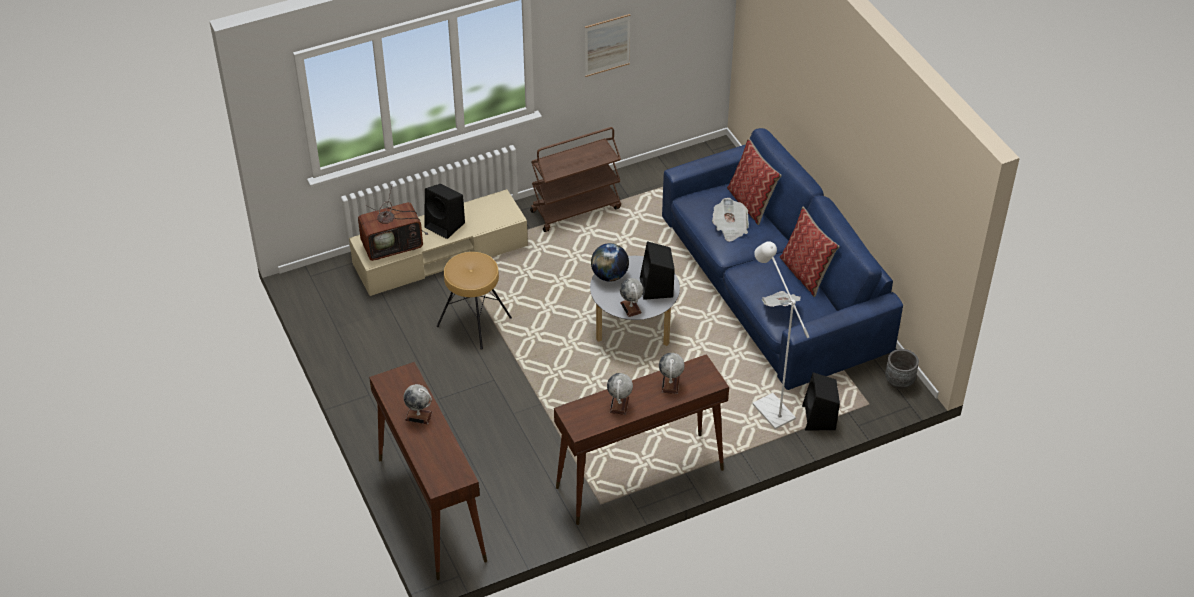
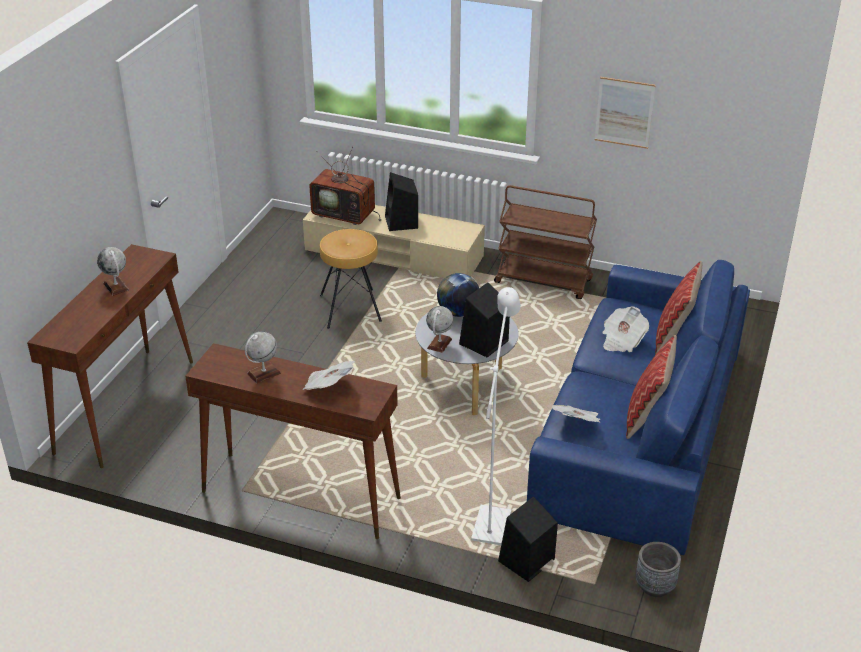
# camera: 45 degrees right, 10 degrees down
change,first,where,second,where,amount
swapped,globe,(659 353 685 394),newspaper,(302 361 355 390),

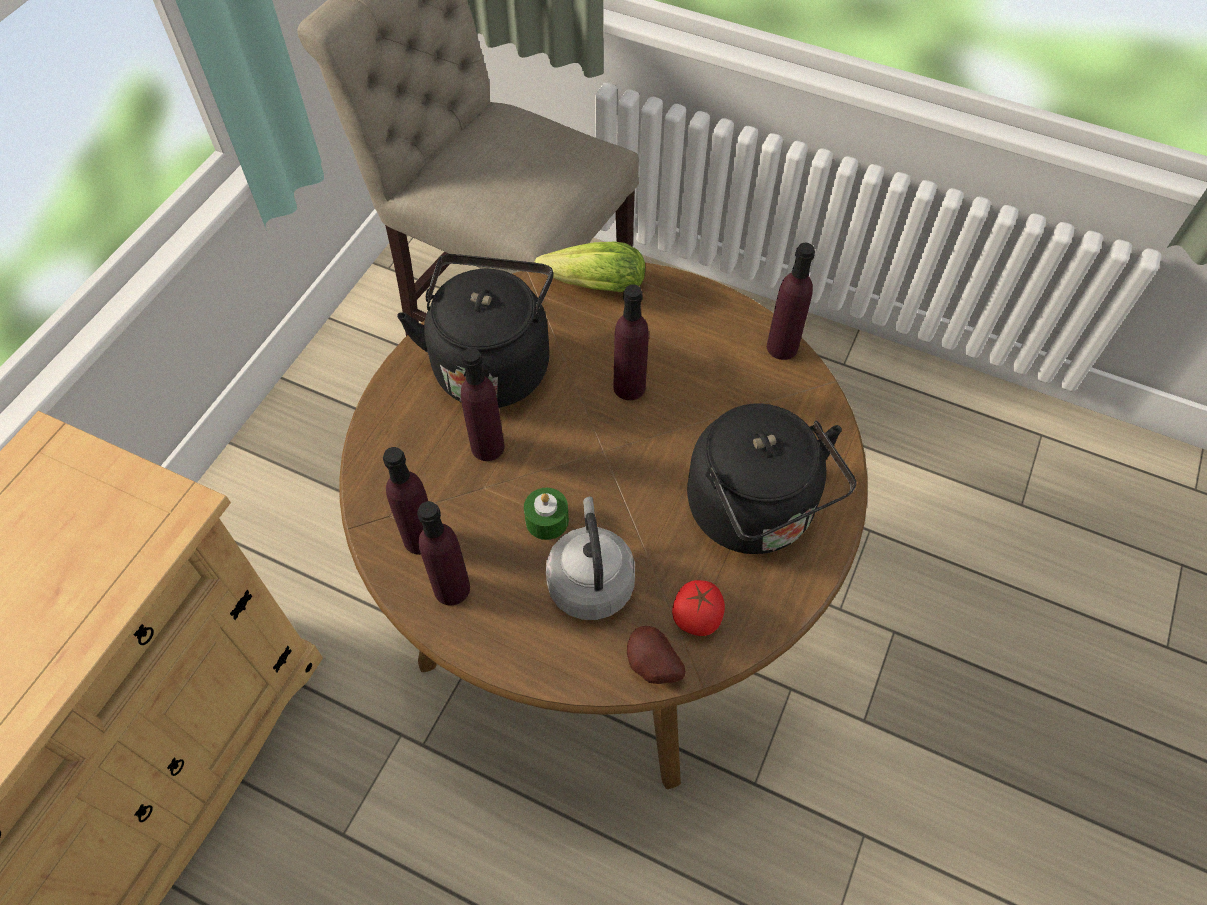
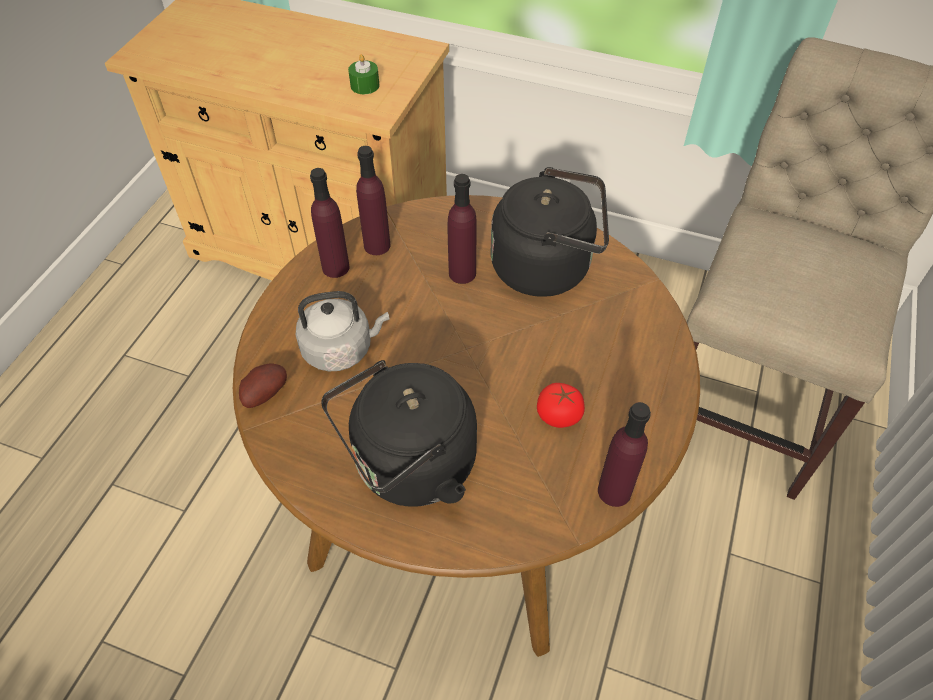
# camera: 85 degrees right, 5 degrees down
change,first,where,second,where,amount
gone,lettuce head,(534 242 645 292),,,
gone,beverage bottle (purple),(613 285 649 400),,,
shifted,wax candle (green),(524 488 569 540),,(348 54 379 94),
shifted,tomato,(672 580 725 636),,(537 383 585 428),

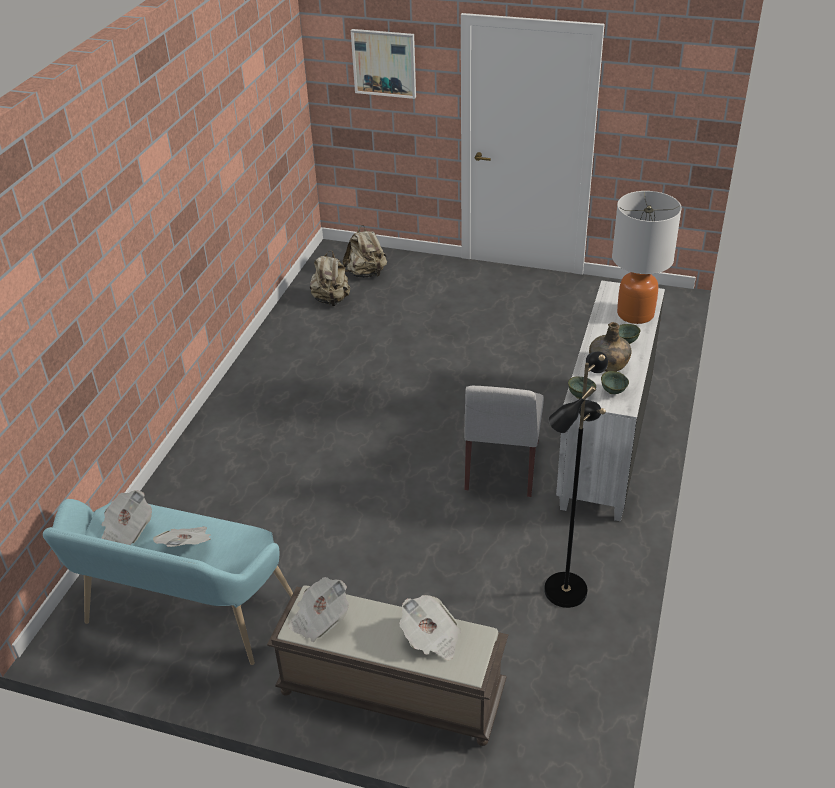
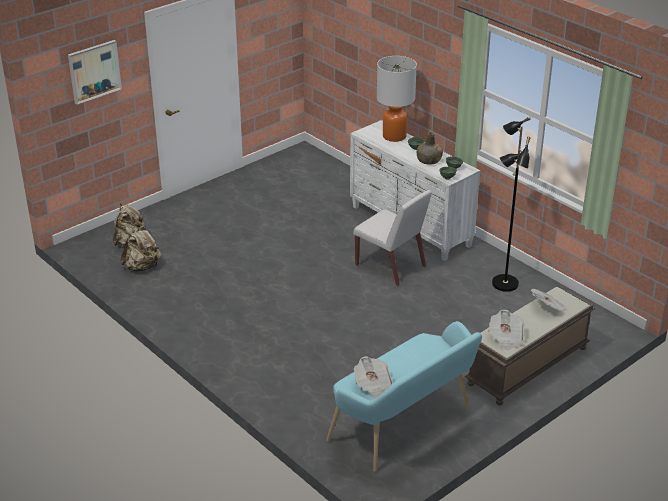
# camera: 60 degrees left, 5 degrees down
change,first,where,second,where,amount
gone,newspaper,(153 526 211 547),,,

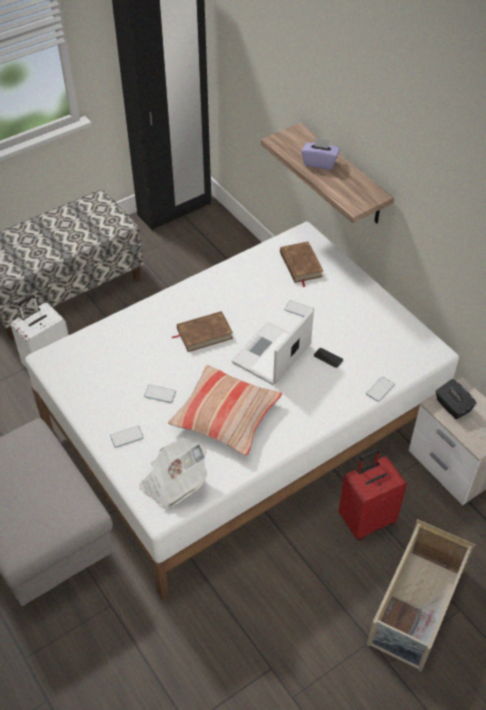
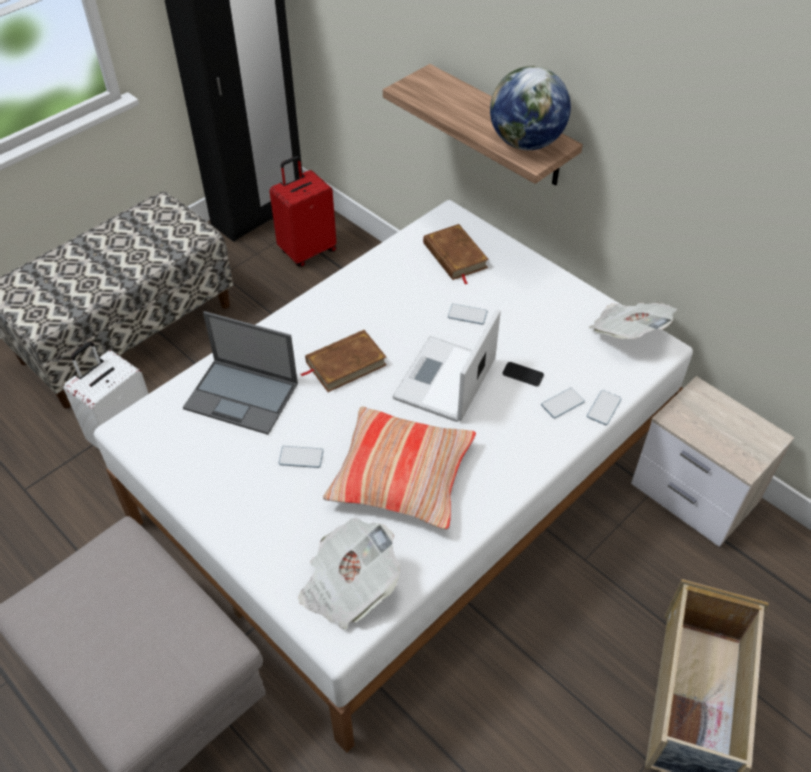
# camera: 10 degrees left, 0 degrees up
change,first,where,second,where,amount
gone,tissue holder (purple),(301 137 340 170),,,
gone,tissue holder (black),(435 379 476 419),,,
shifted,telephone,(110 426 144 448),,(541 388 585 418),
shifted,travel case (red),(338 449 407 540),,(270 156 336 267),
new,,,globe,(490 66 571 150),
new,,,newspaper,(589 303 677 339),
new,,,notebook computer,(183 311 298 435),

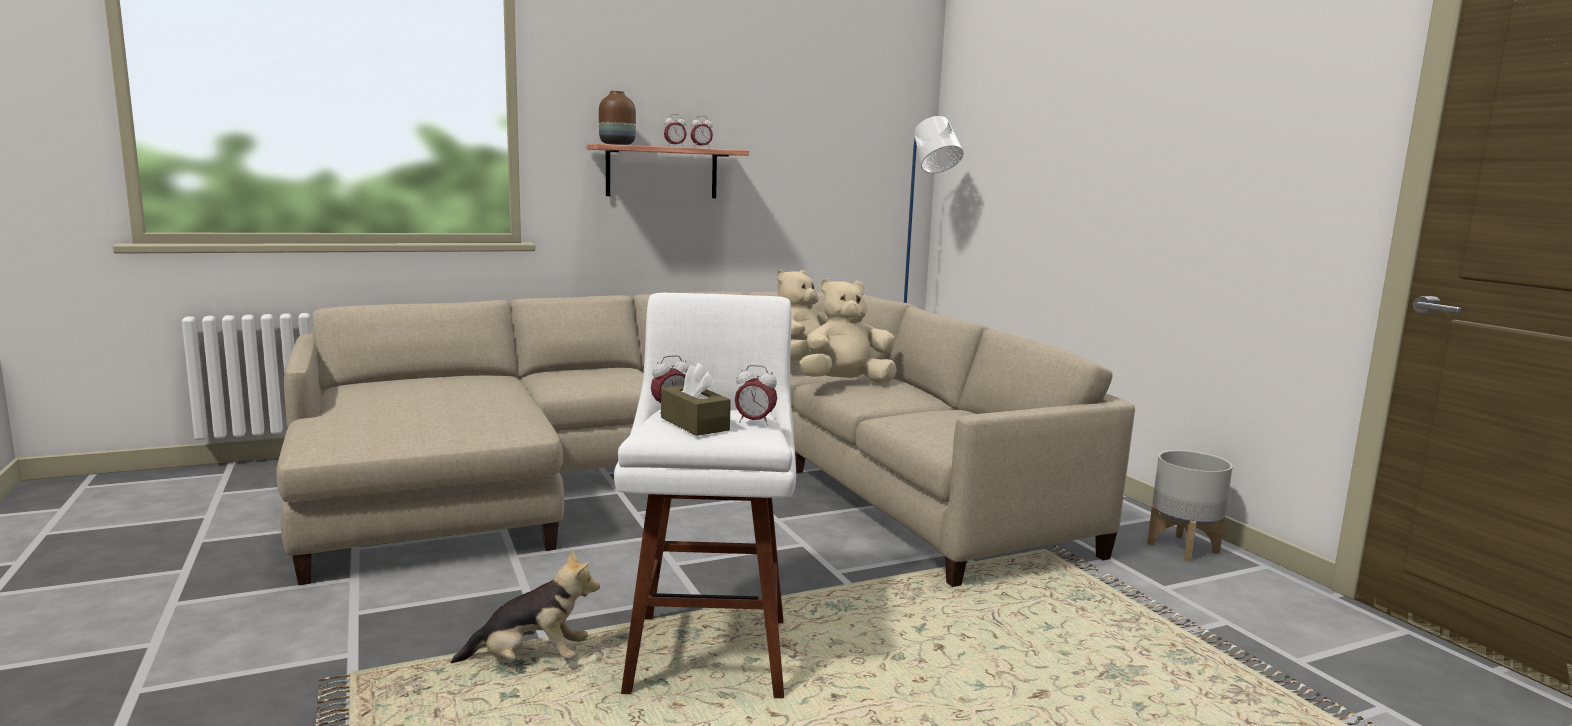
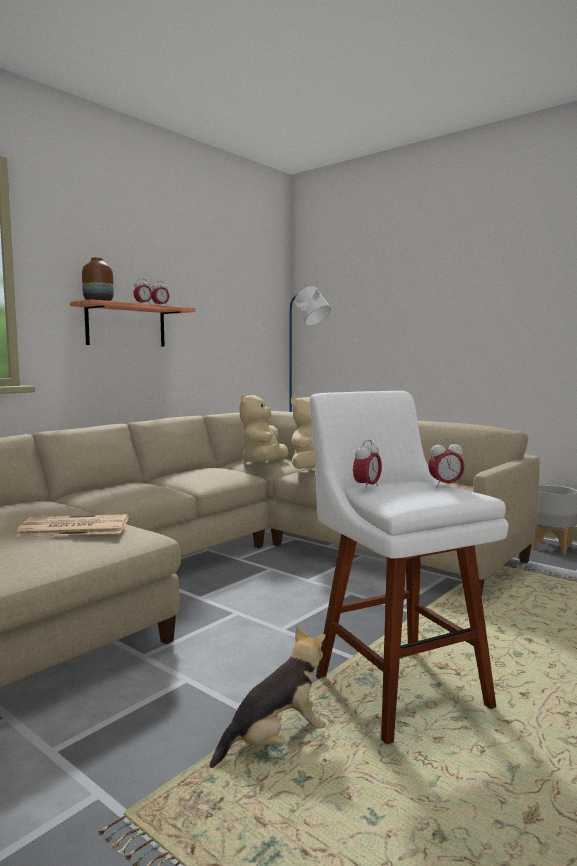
# camera: 25 degrees left, 5 degrees down
change,first,where,second,where,amount
gone,tissue holder (brownish),(661 363 731 436),,,
new,,,newspaper,(16 514 128 537),

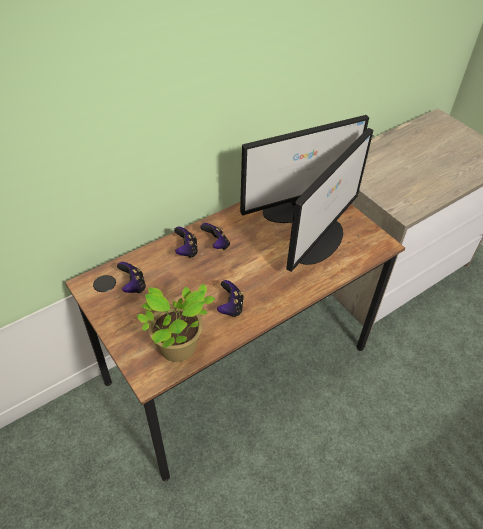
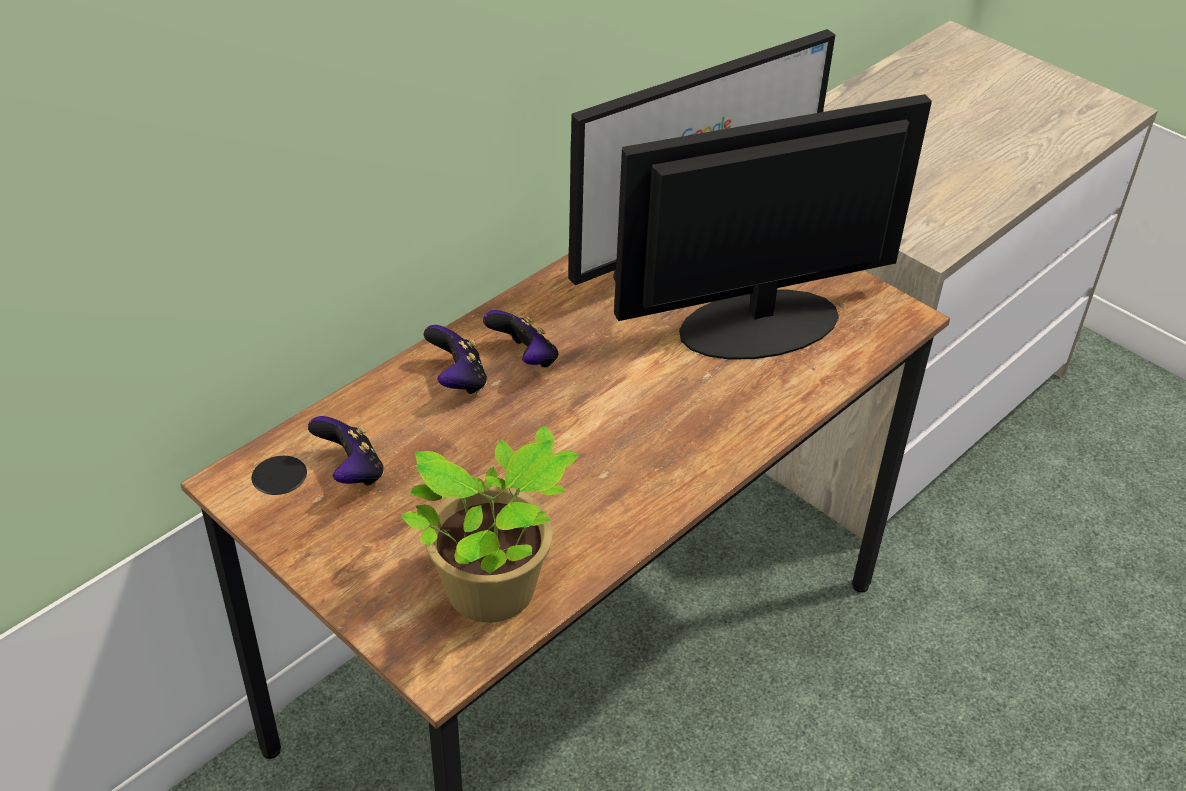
# camera: 10 degrees left, 5 degrees down
change,first,where,second,where,amount
rotated,computer screen,(286 128 374 272),,(614 94 932 360),135 degrees counterclockwise
gone,game controller,(217 280 244 317),,,

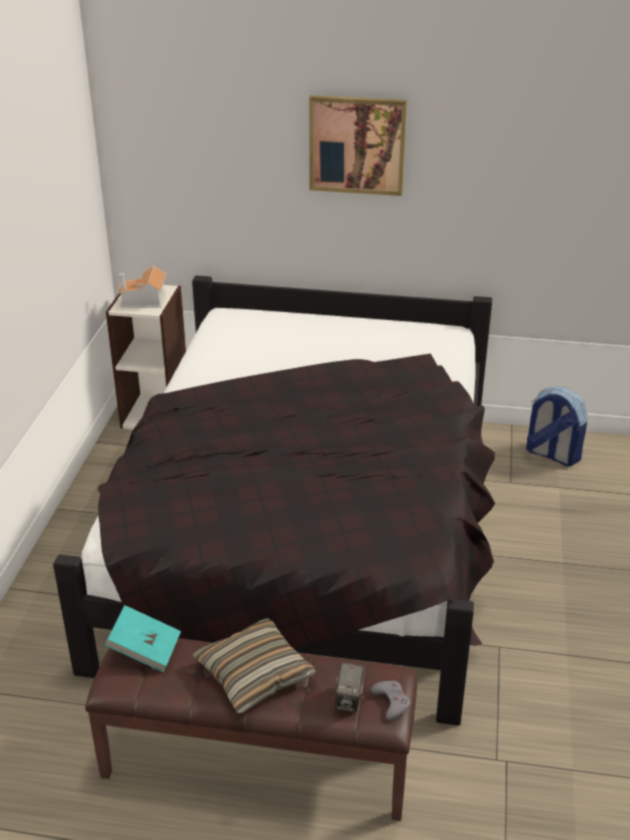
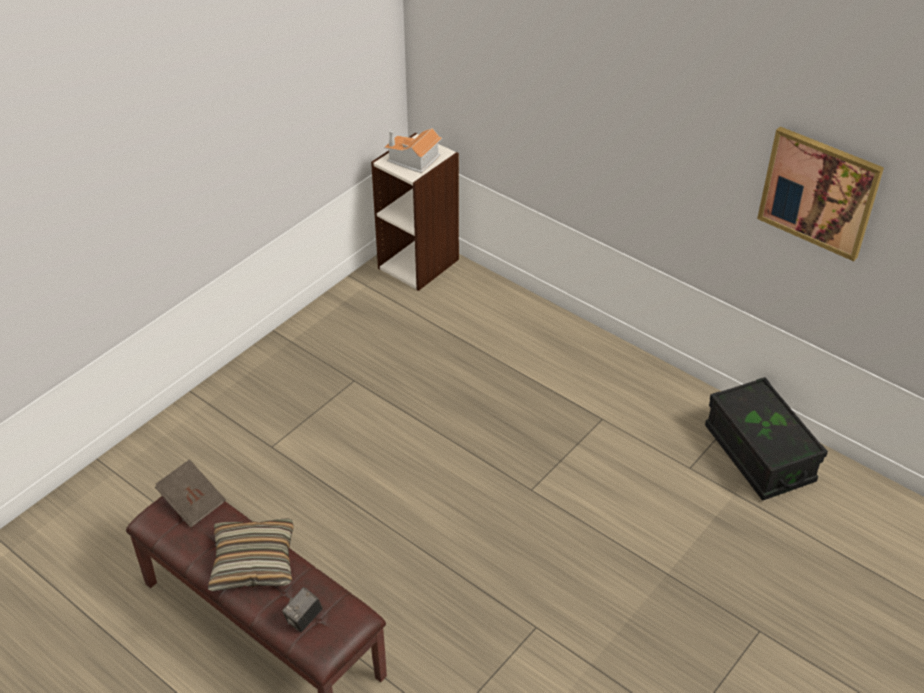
# camera: 30 degrees right, 10 degrees up
change,first,where,second,where,amount
shifted,wall art,(309 95 407 196),,(757 126 884 261),
gone,bedroom bed (black),(53 276 495 726),,,
swapped,knapsack,(526 386 587 466),storage bin (black),(705 377 828 501),
repainted,bound book (turquoise-coloured),(105 605 181 672),bound book (brownish),(155 459 226 528),
gone,game controller (greyish),(371 681 410 721),,,

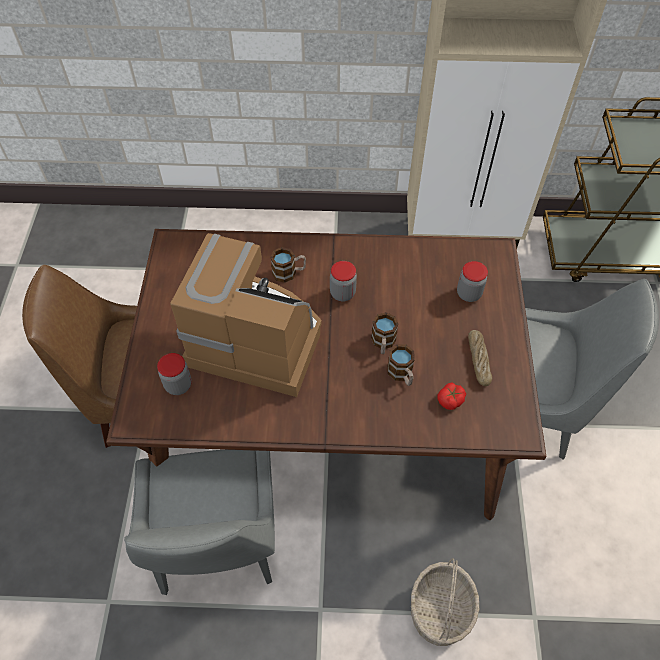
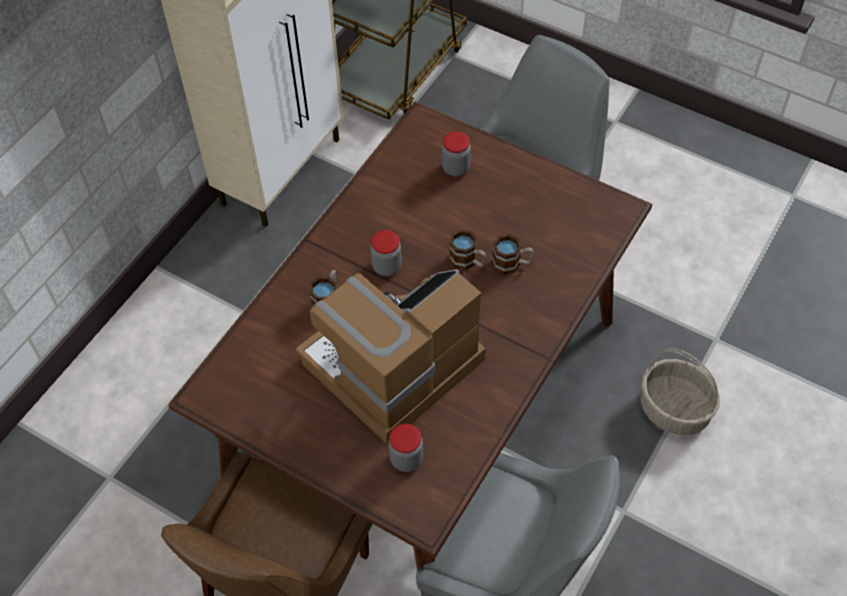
# camera: 60 degrees left, 0 degrees up
change,first,where,second,where,amount
gone,bread,(468 330 492 386),,,
gone,tomato,(437 382 466 410),,,

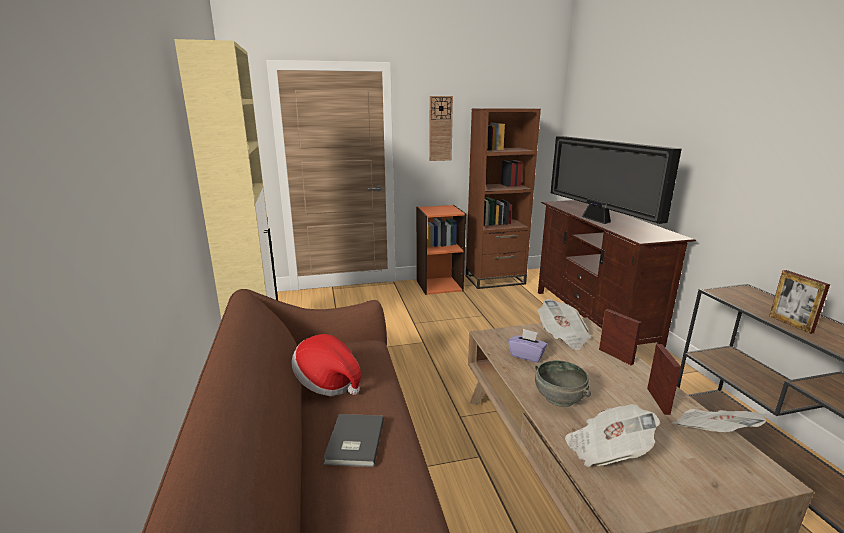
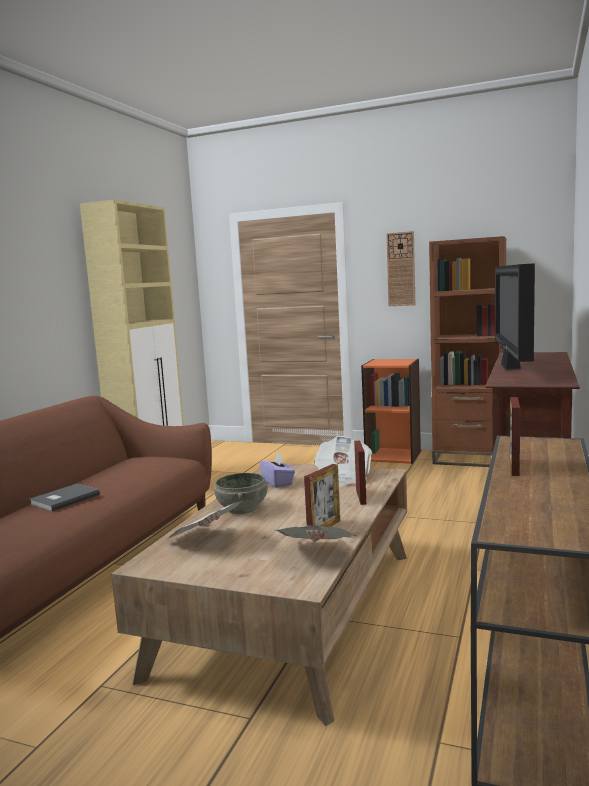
# camera: 35 degrees right, 10 degrees down
change,first,where,second,where,amount
gone,wearable hat,(291 334 361 396),,,

